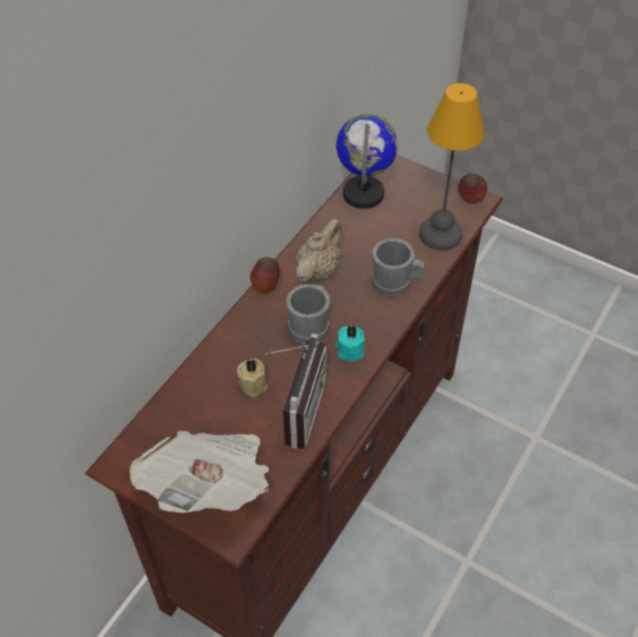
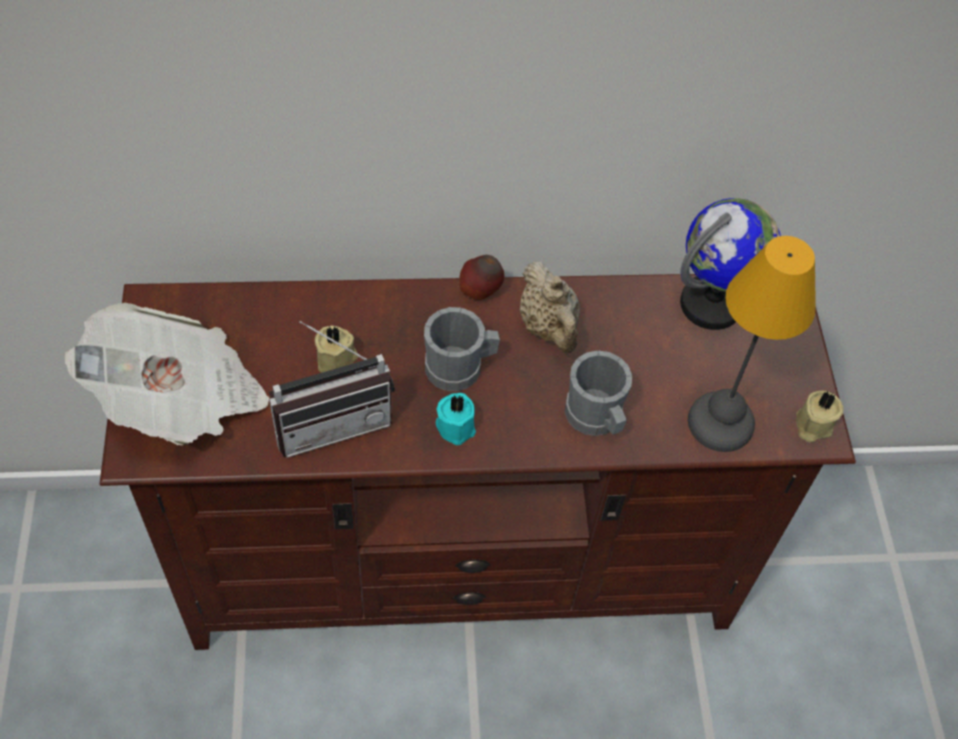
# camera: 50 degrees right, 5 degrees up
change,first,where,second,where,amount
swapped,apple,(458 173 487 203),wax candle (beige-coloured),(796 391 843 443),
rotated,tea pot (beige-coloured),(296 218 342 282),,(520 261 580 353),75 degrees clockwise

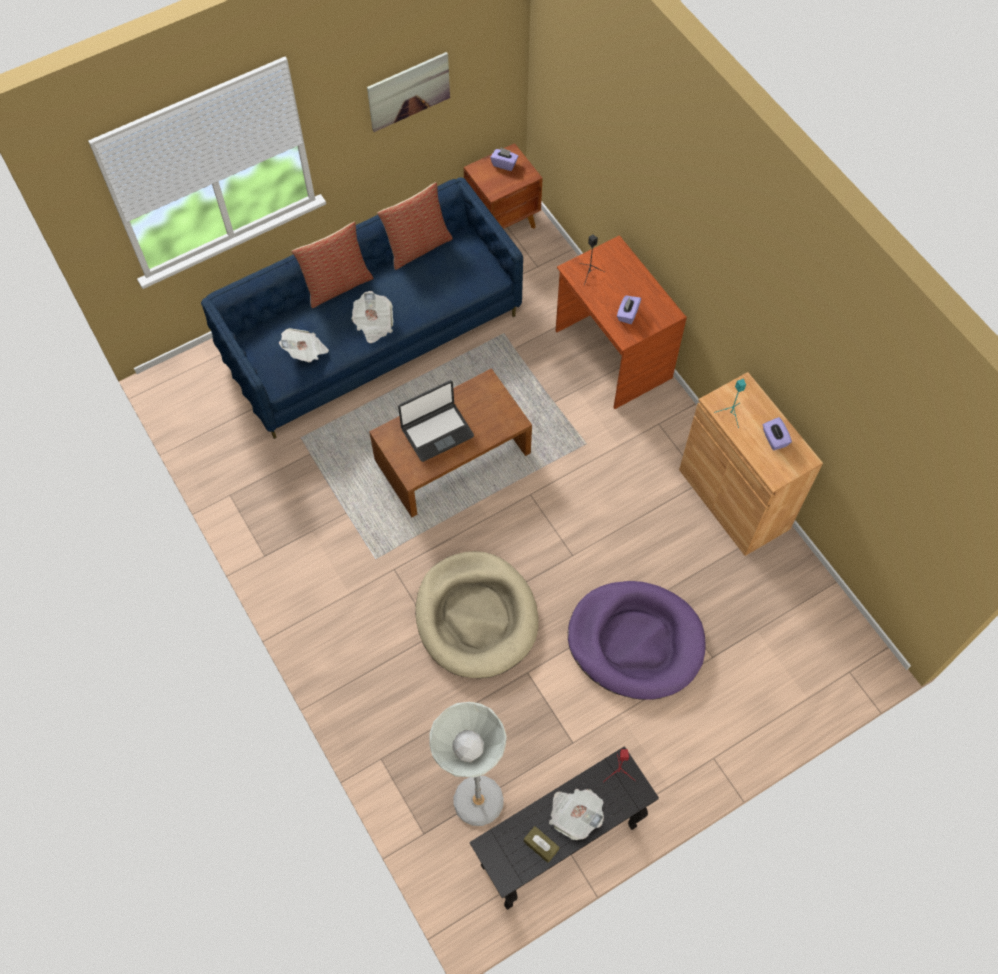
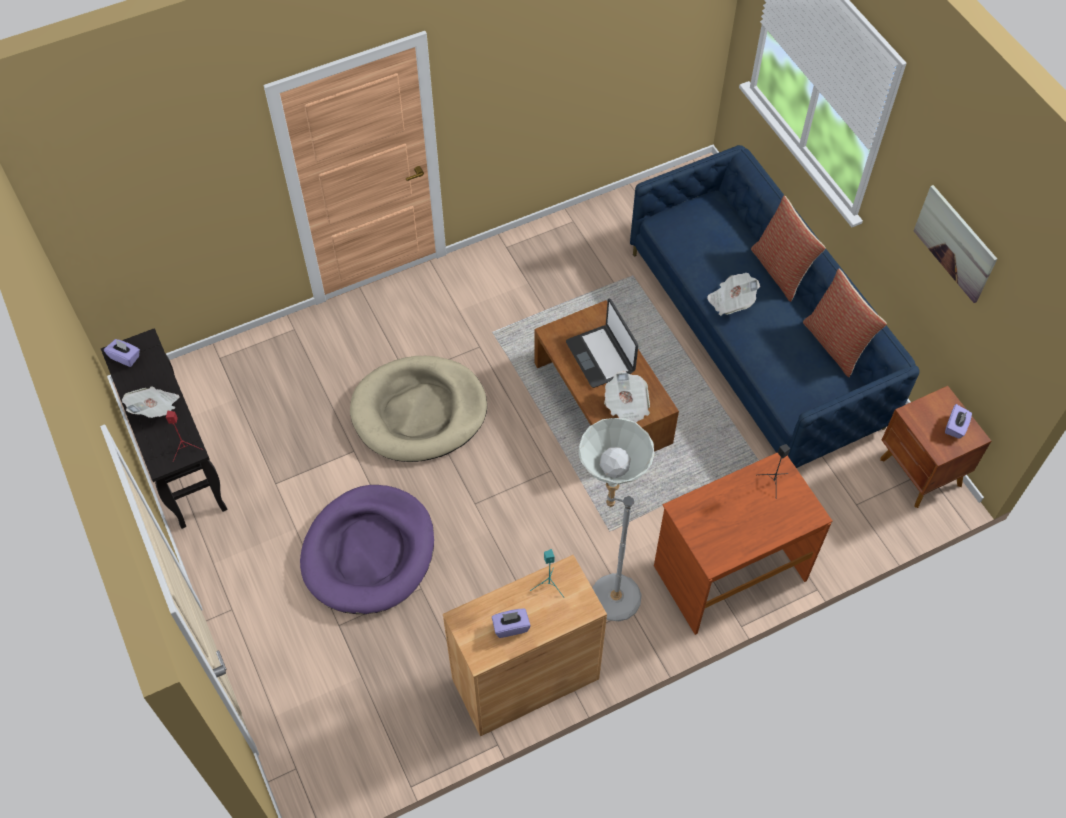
# camera: 95 degrees right, 5 degrees down
change,first,where,second,where,amount
shifted,tissue holder (purple),(617 296 641 324),,(104 339 140 367),
shifted,newspaper,(279 328 329 362),,(605 371 650 423),
shifted,standard lamp (greyish),(429 702 507 826),,(579 418 654 621),
gone,tissue holder (brownish),(524 826 559 863),,,

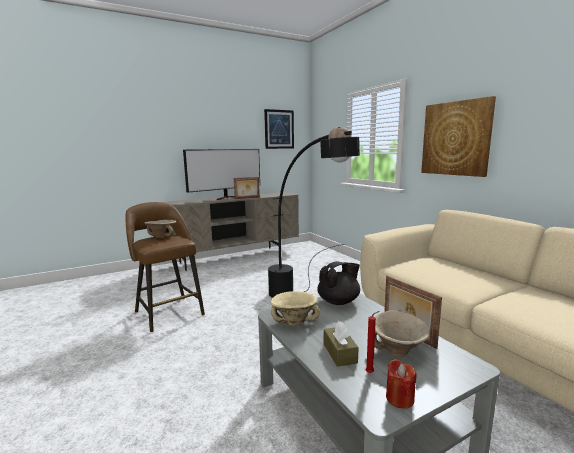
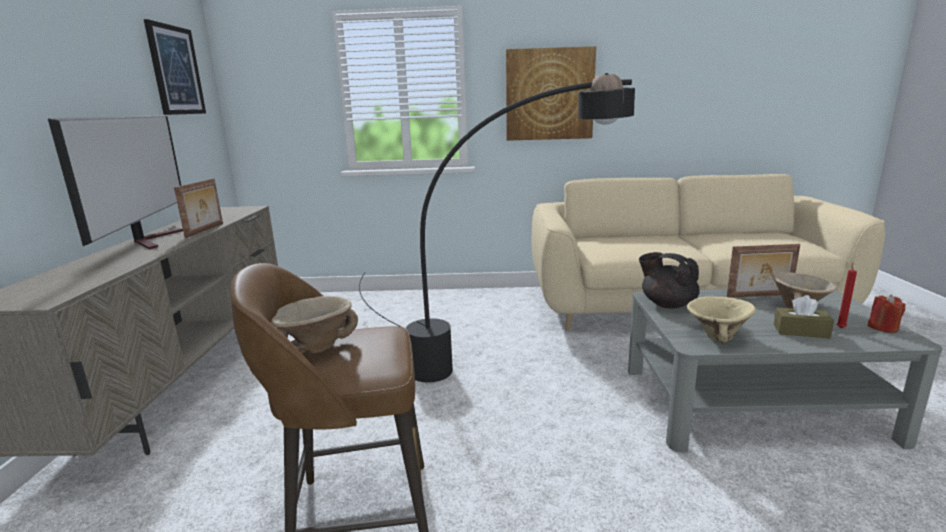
# camera: 60 degrees left, 5 degrees up
change,first,where,second,where,amount
rotated,tea pot (black),(318 262 360 305),,(639 252 700 308),45 degrees counterclockwise

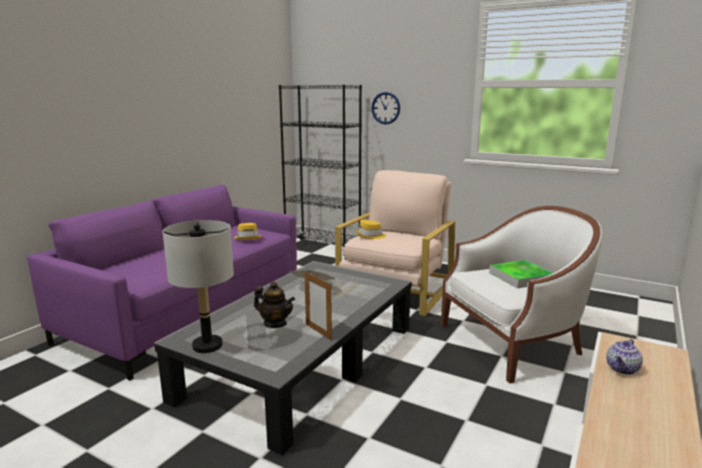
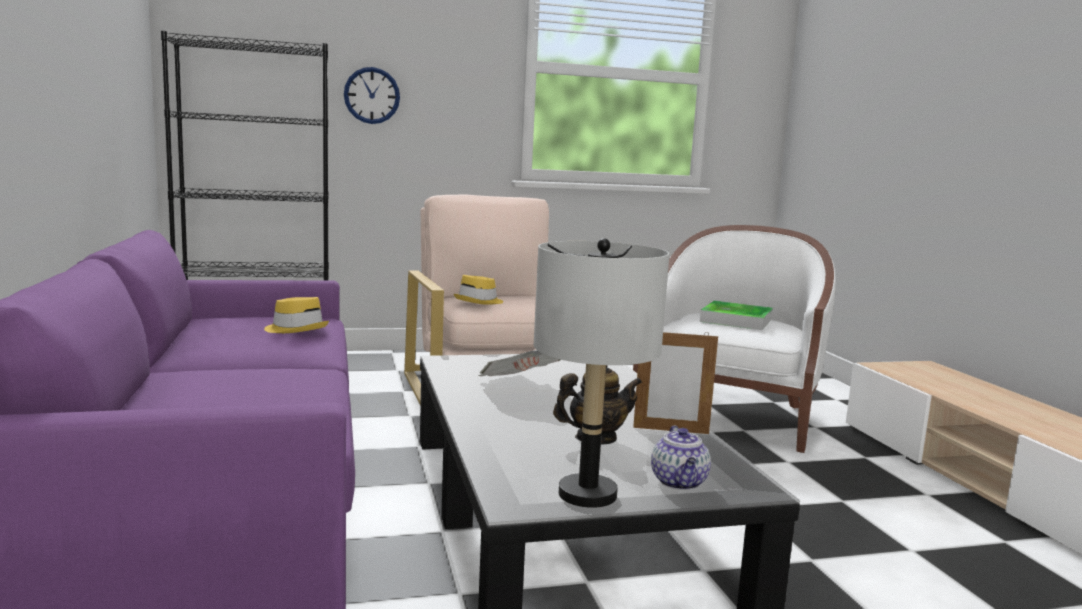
# camera: 45 degrees left, 5 degrees down
change,first,where,second,where,amount
shifted,tea pot,(606 339 643 375),,(651 425 711 490),

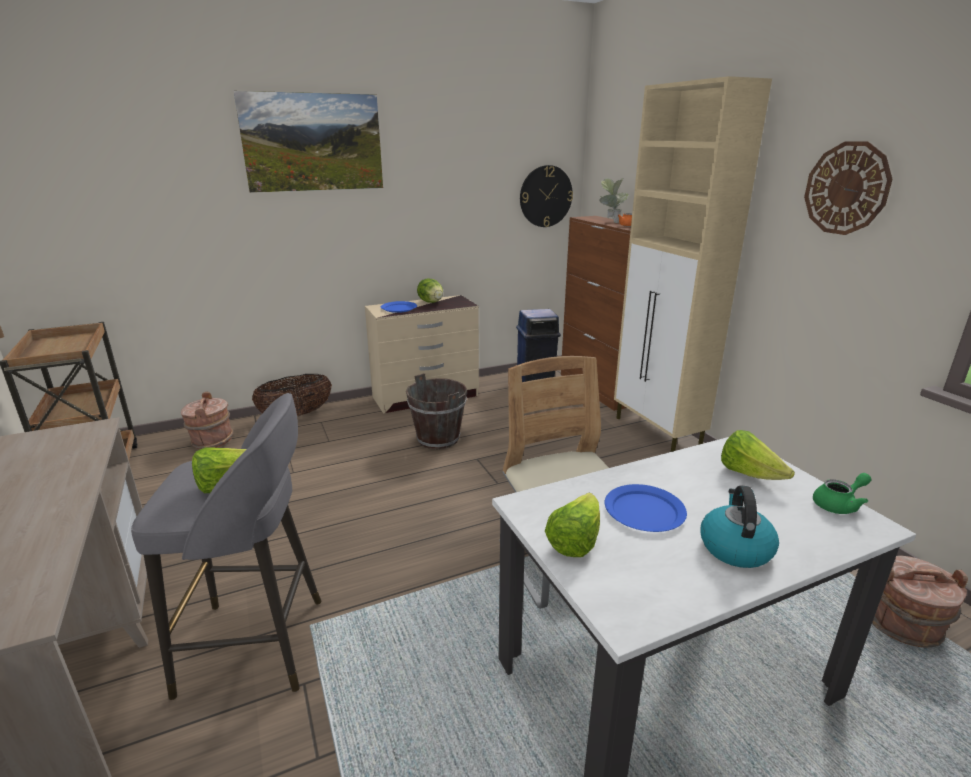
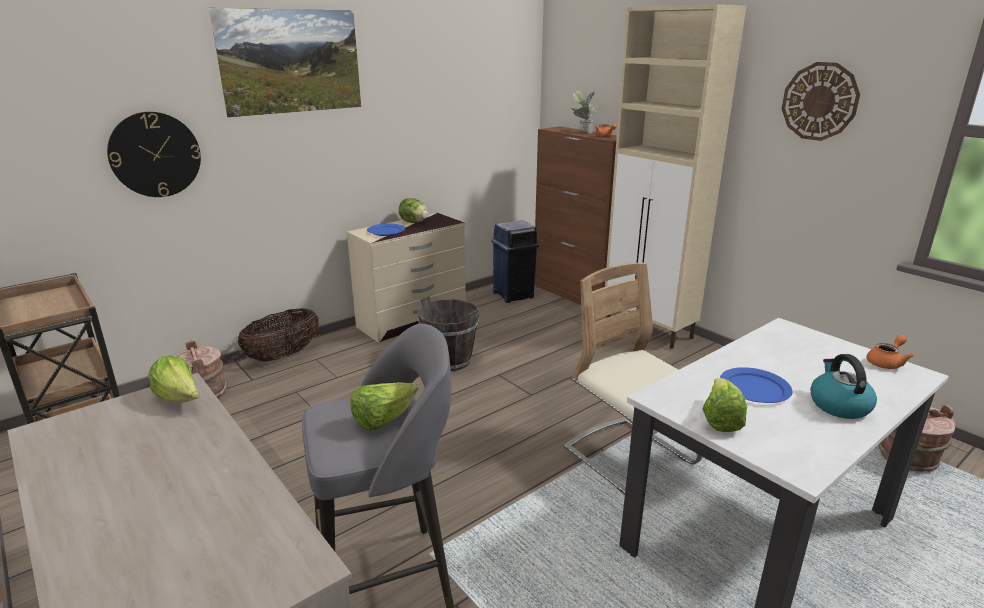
# camera: 15 degrees left, 0 degrees up
change,first,where,second,where,amount
shifted,clock on the wall,(520 165 573 227),,(107 112 201 197),
shifted,lettuce head,(721 430 795 480),,(148 355 199 403),
repainted,tea pot (green),(813 473 871 514),tea pot (orange),(866 335 914 369),

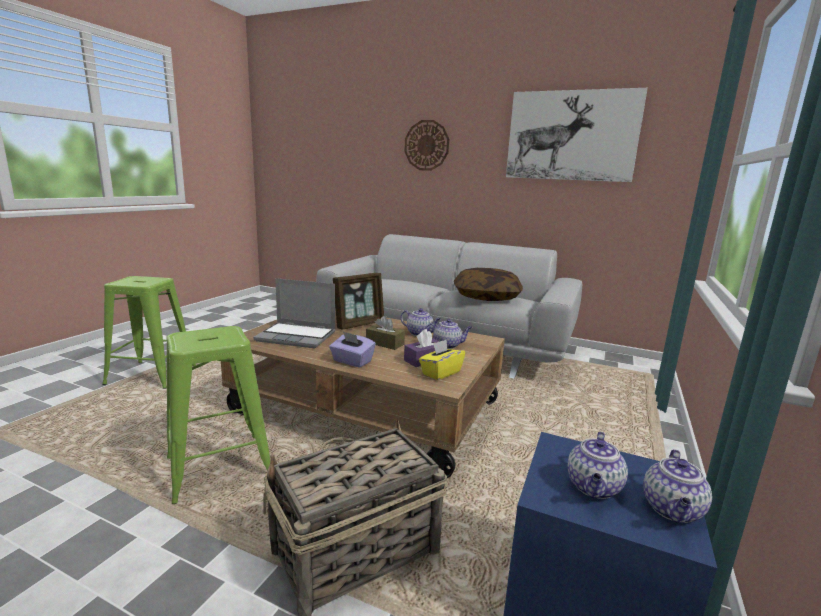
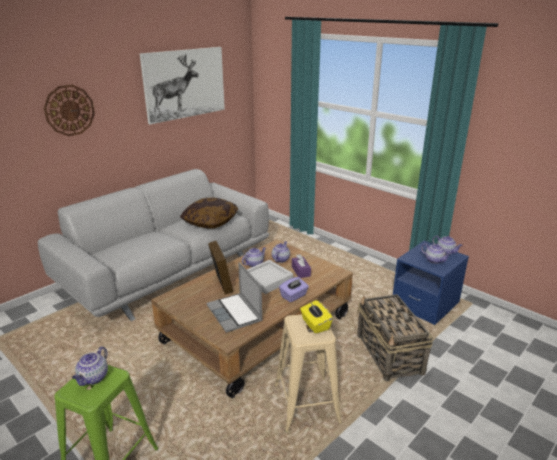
# camera: 70 degrees left, 10 degrees up
change,first,where,second,where,amount
rotated,notebook computer,(253 278 336 349),,(206 262 263 333),120 degrees clockwise
swapped,tissue holder (brownish),(366 316 405 350),serving tray (greyish),(247 260 293 294),
repainted,stool (green),(166 326 270 504),stool (beige-coloured),(274 314 342 432),
shifted,tissue holder (yellow-coloured),(419 340 465 380),,(300 300 333 334),
new,,,tea pot,(72 347 108 386),

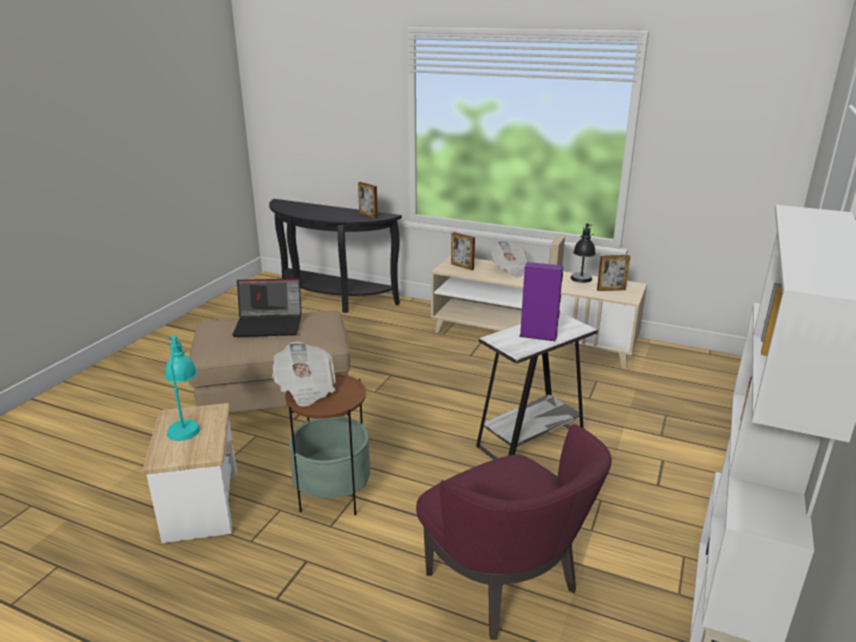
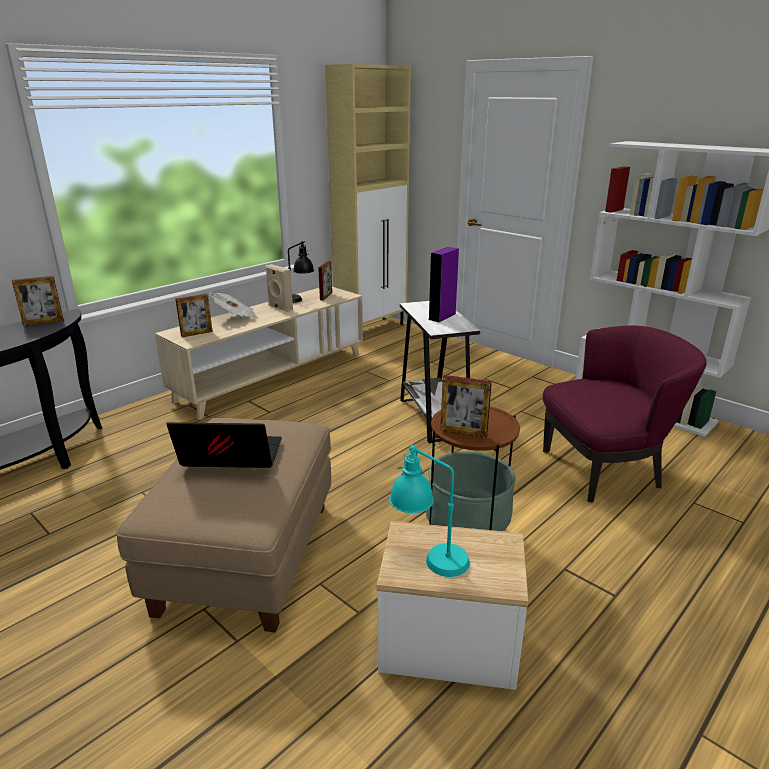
# camera: 70 degrees left, 0 degrees up
change,first,where,second,where,amount
rotated,notebook computer,(232 278 302 337),,(166 422 282 468),105 degrees counterclockwise
swapped,newspaper,(272 341 335 407),picture frame,(440 375 492 438),
new,,,storage cabinet (beige-coloured),(325 64 411 325),

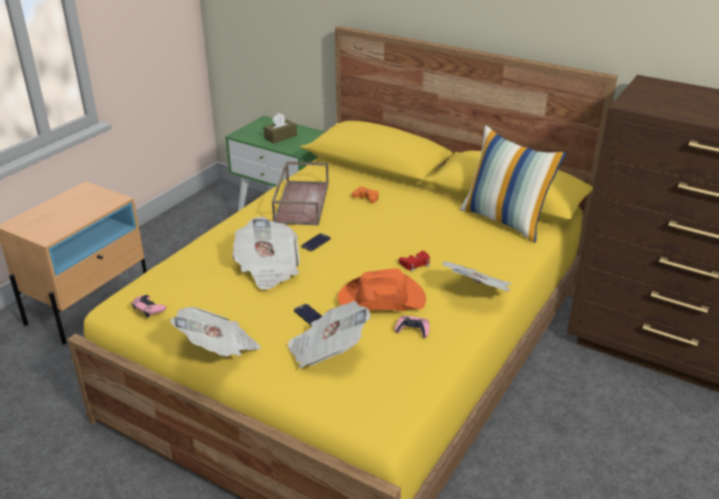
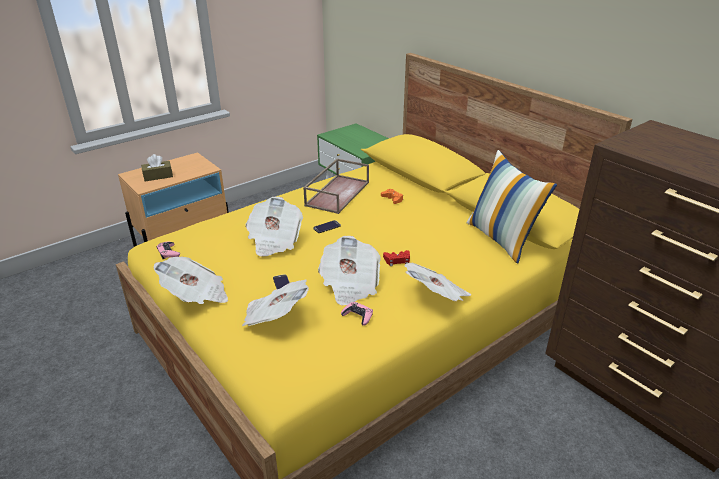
# camera: 20 degrees right, 0 degrees up
change,first,where,second,where,amount
shifted,tissue holder (brownish),(264 113 297 144),,(141 154 173 181),
swapped,wearable hat (orange),(338 268 426 311),newspaper,(318 236 381 306),

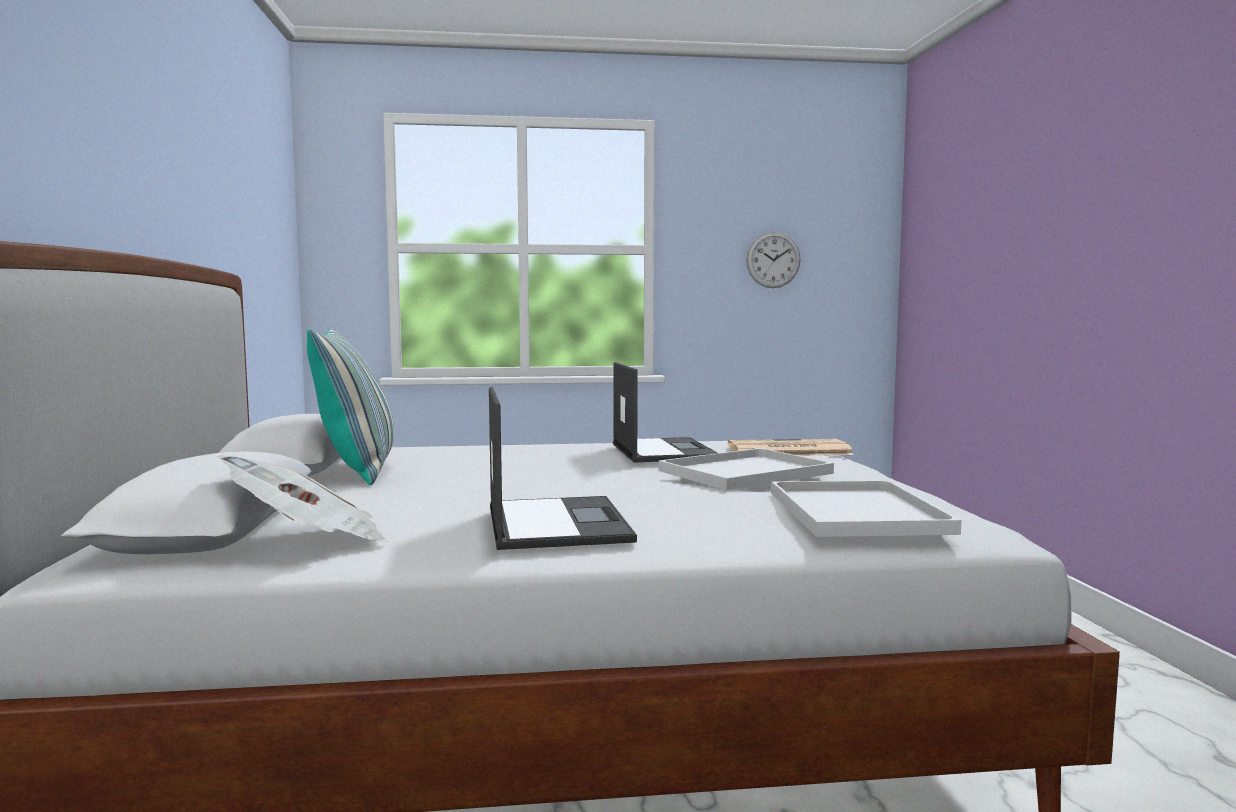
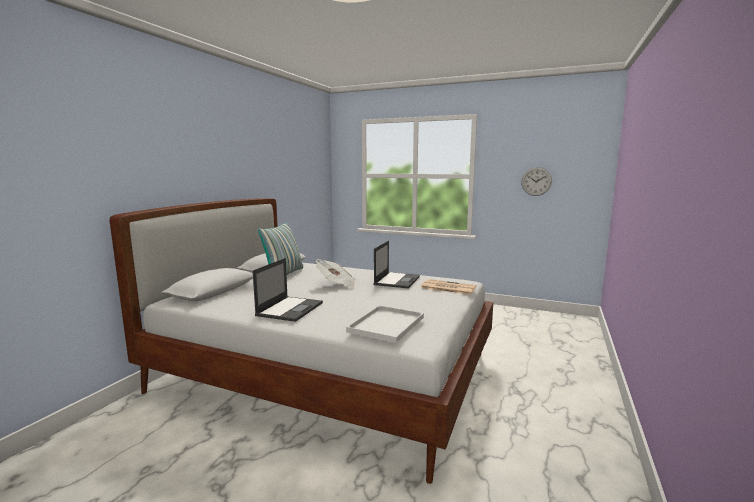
# camera: 30 degrees right, 5 degrees up
change,first,where,second,where,amount
gone,serving tray (white),(659 448 834 490),,,
shifted,newspaper,(218 455 388 542),,(316 259 356 288),

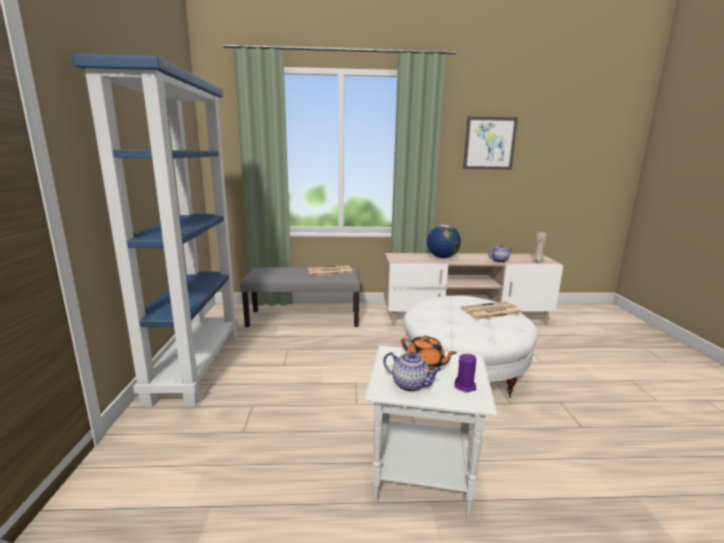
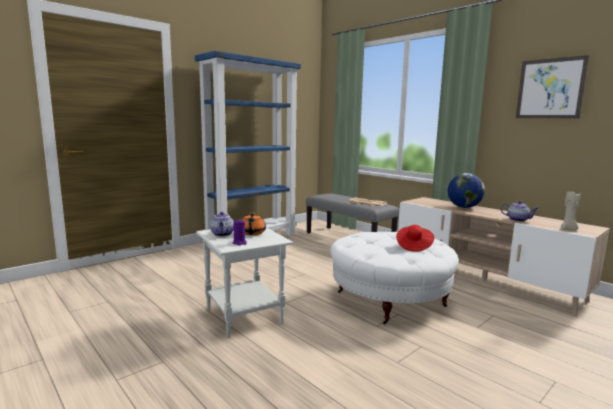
# camera: 50 degrees right, 5 degrees down
change,first,where,second,where,amount
swapped,newspaper,(461 301 523 320),wearable hat (red),(396 225 434 252),

